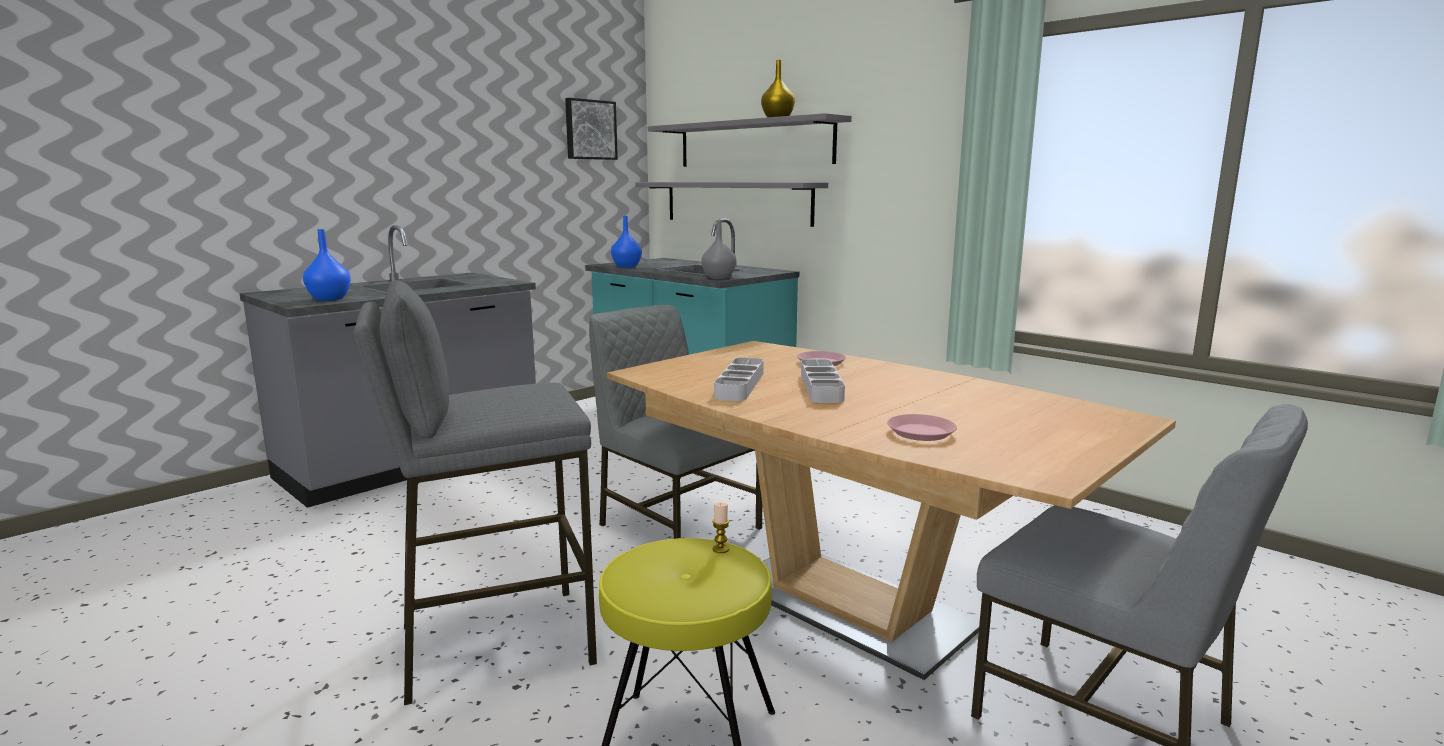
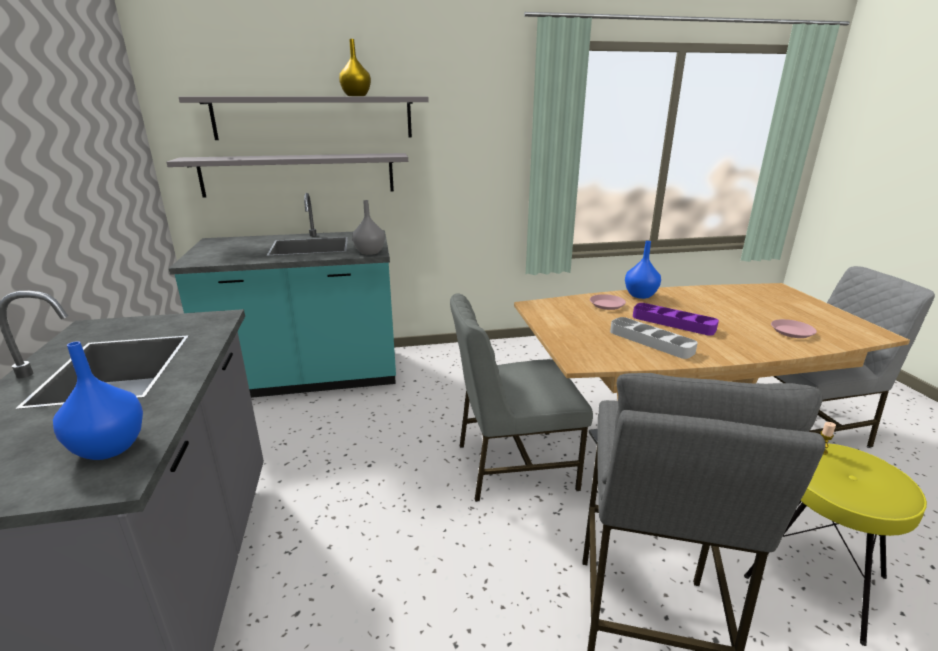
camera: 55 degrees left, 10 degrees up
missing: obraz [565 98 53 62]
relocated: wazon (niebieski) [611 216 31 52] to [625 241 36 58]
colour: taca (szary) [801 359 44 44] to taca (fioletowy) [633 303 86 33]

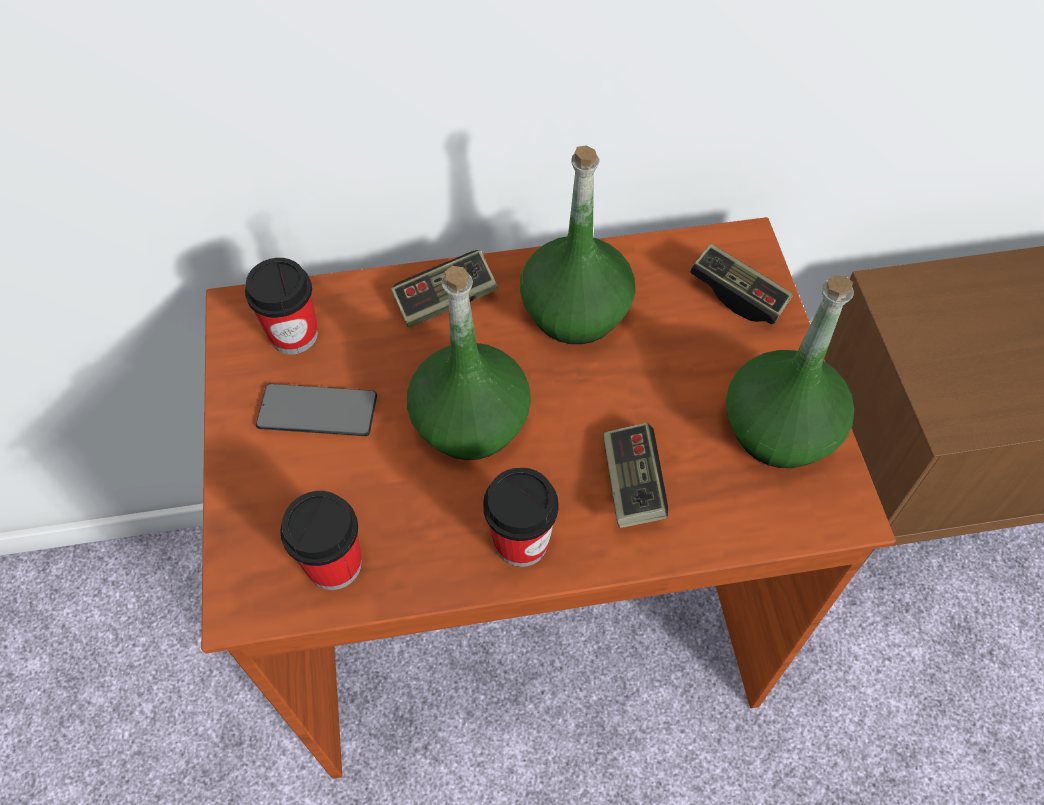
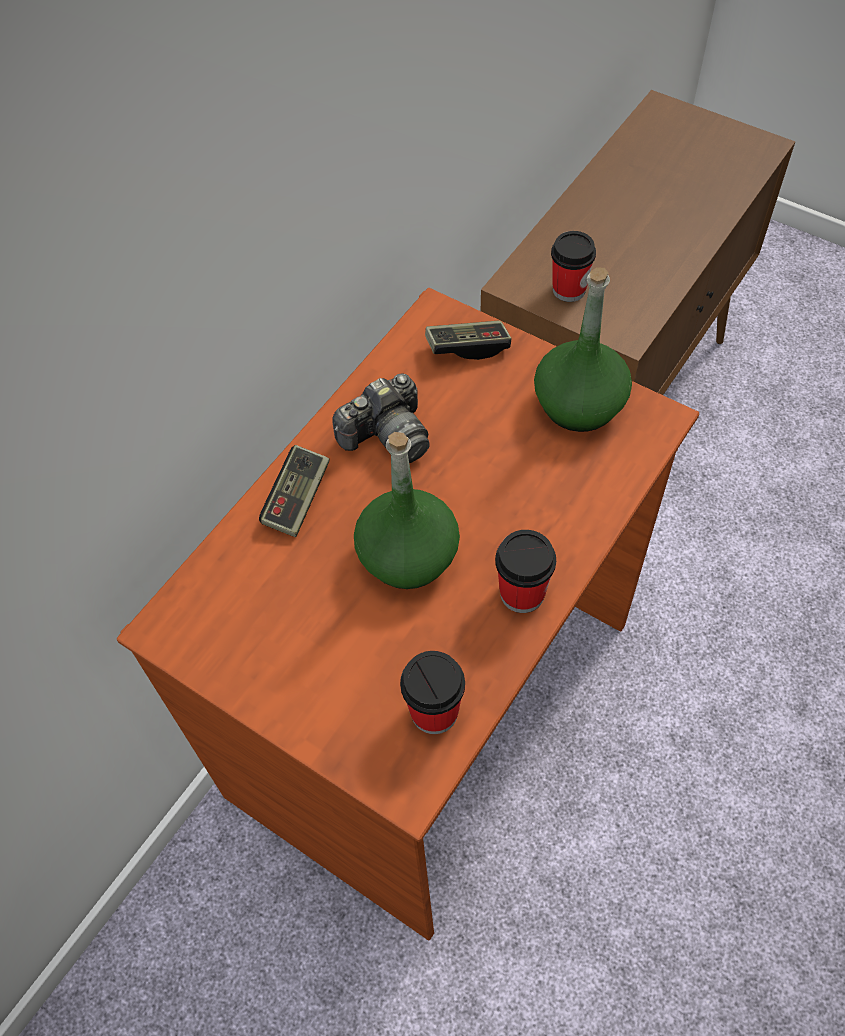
camera: 45 degrees left, 0 degrees up
missing: telefon [256 384 121 52]; pad do gier [603 423 65 105]
relocated: filiżanka [245 258 73 97] to [551 231 45 71]
exchanged: butelka (zielony) [520 145 115 199] to aparat fotograficzny [332 374 97 89]

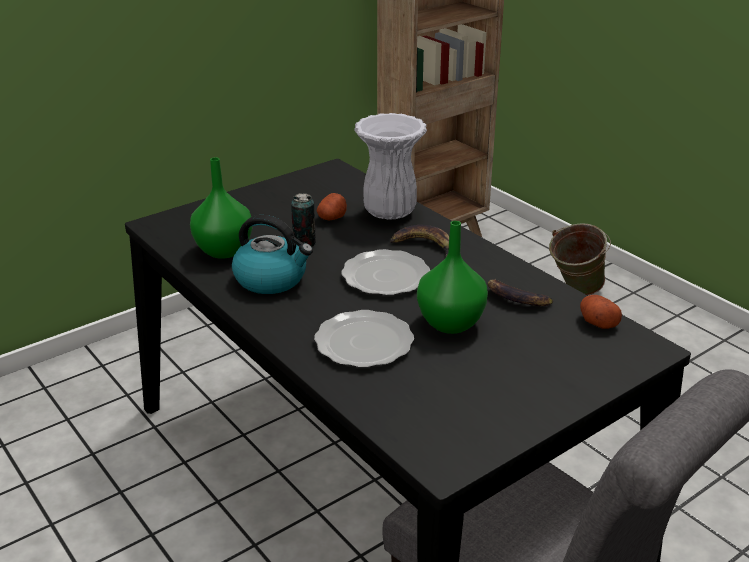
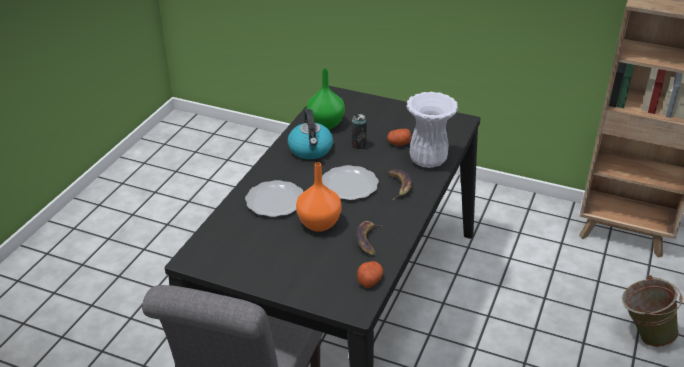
camera: 60 degrees right, 5 degrees up
colour: wazon (zielony) [417 221 71 113] to wazon (pomarańczowy) [296 162 46 70]

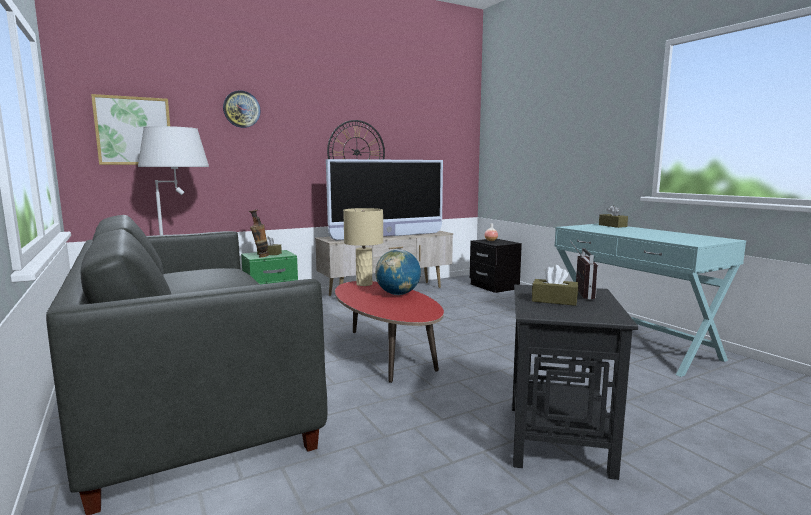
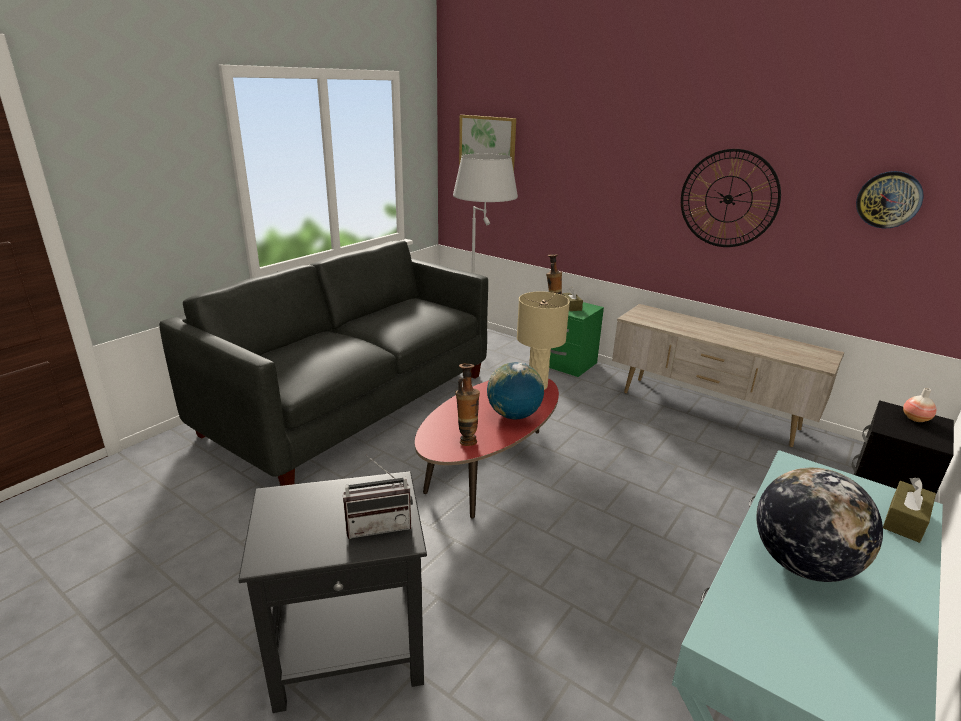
camera: 65 degrees right, 15 degrees up
missing: telewizor [326 159 117 81]; pudełko chusteczek (brązowy) [532 265 46 41]
appeared: wazon [455 363 25 83]; globus [756 468 127 114]
relocated: zegar ścienny [223 90 38 38] to [856 171 68 57]

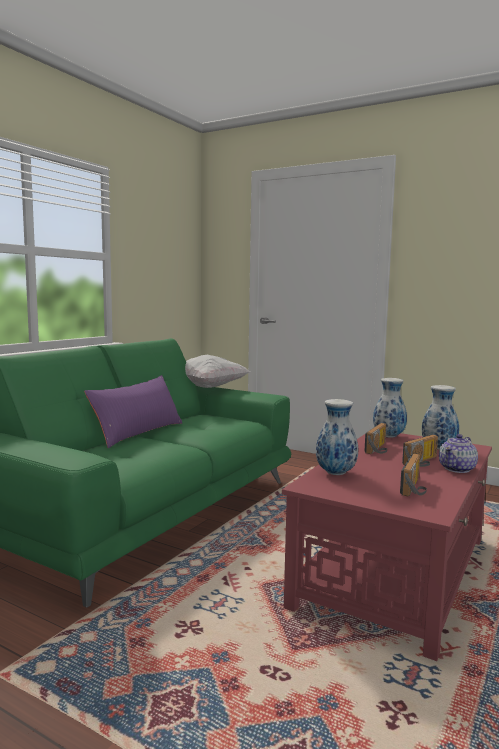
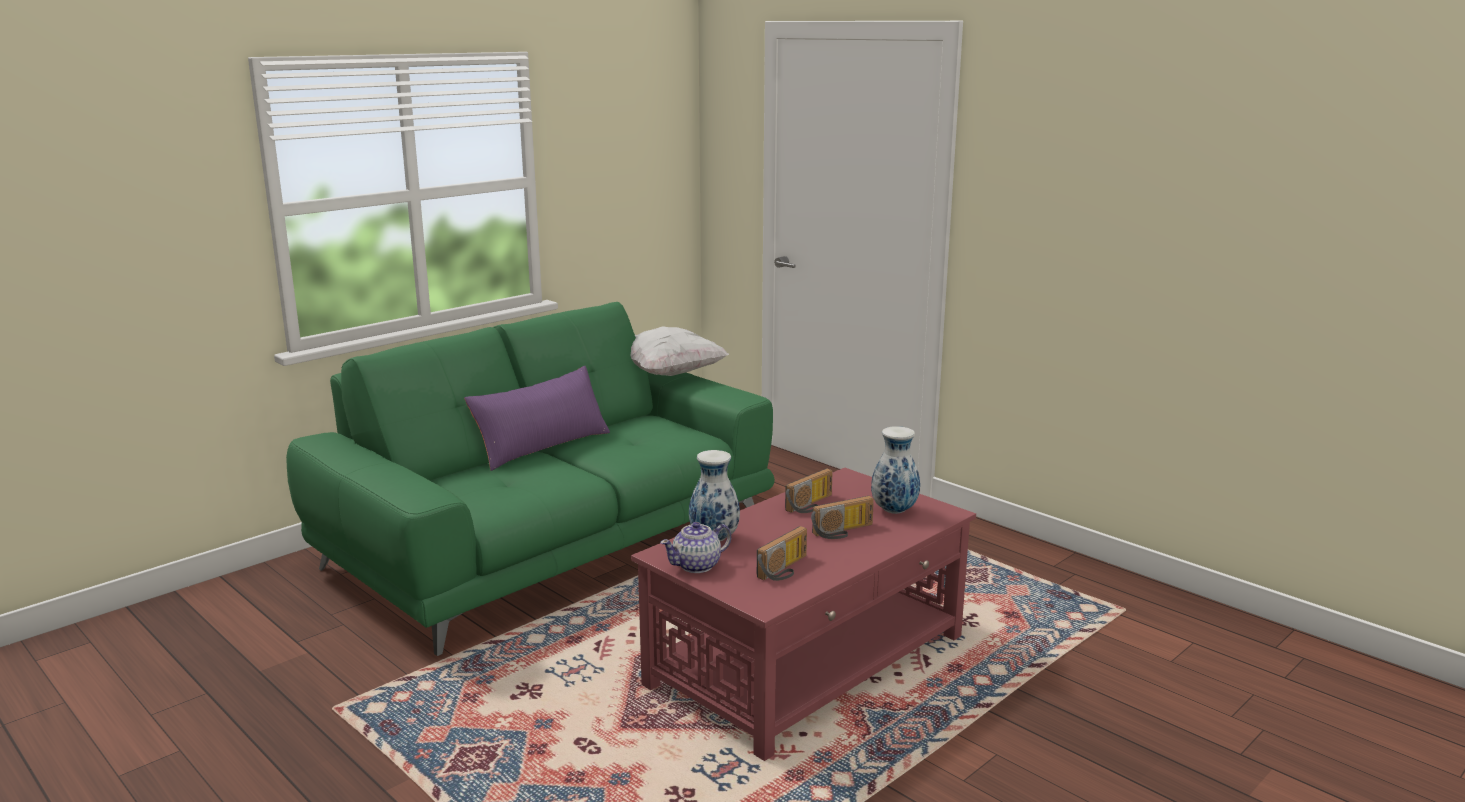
camera: 15 degrees right, 10 degrees up
missing: wazon [373 378 34 60]
relocated: imbryk [439 434 39 39] to [660 522 71 51]

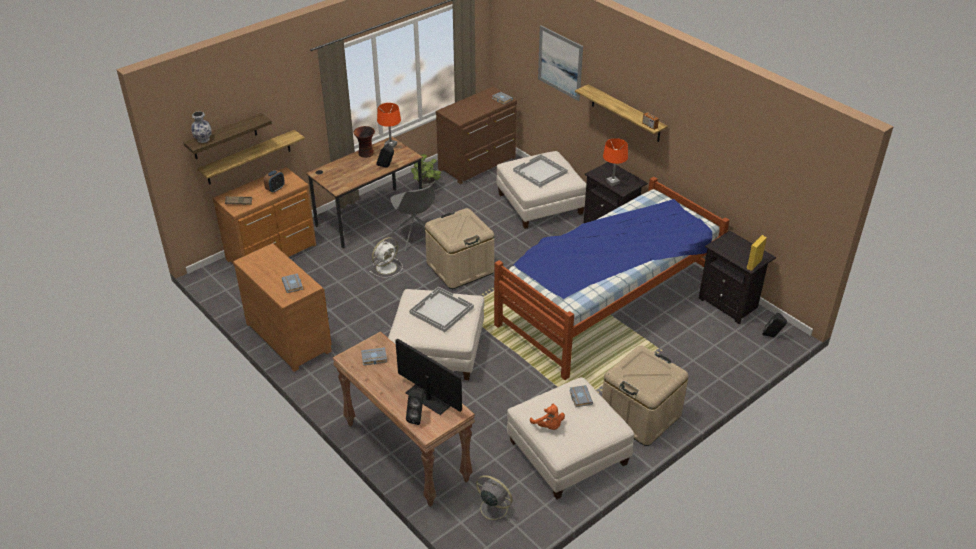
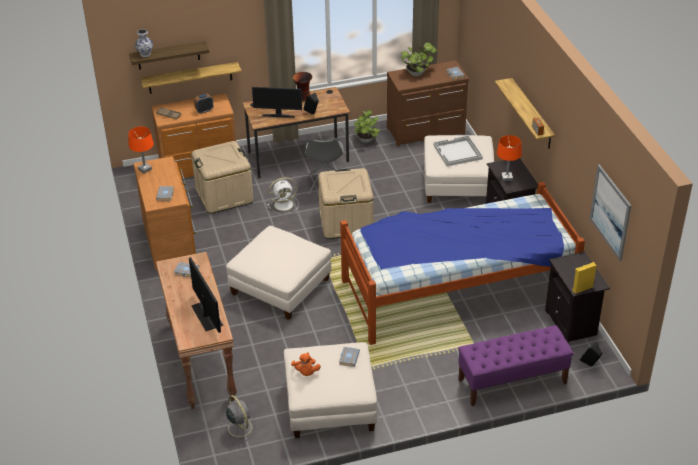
camera: 25 degrees right, 0 degrees up
missing: głośnik (czarny) [406 388 18 37]; taca (biały) [409 286 65 46]
appeared: monitor [252 87 50 31]; roślina doniczkowa [401 42 36 34]; ławka (fioletowy) [458 325 116 81]
relocated: lampa stołowa (pomarańczowy) [377 103 24 46] to [128 127 26 46]; obraz [538 25 45 76] to [590 164 41 97]; pojemnik do przechowywania (beżowy) [602 345 87 101] to [191 141 62 73]

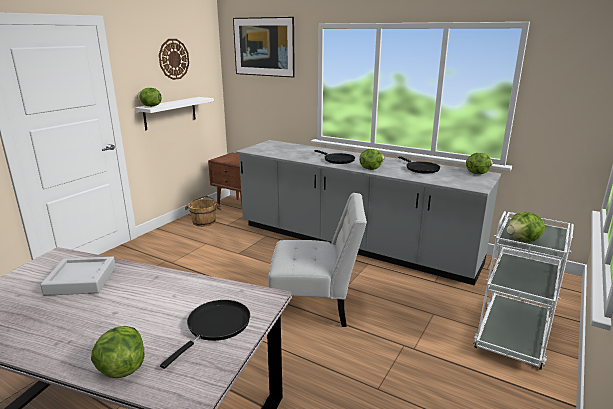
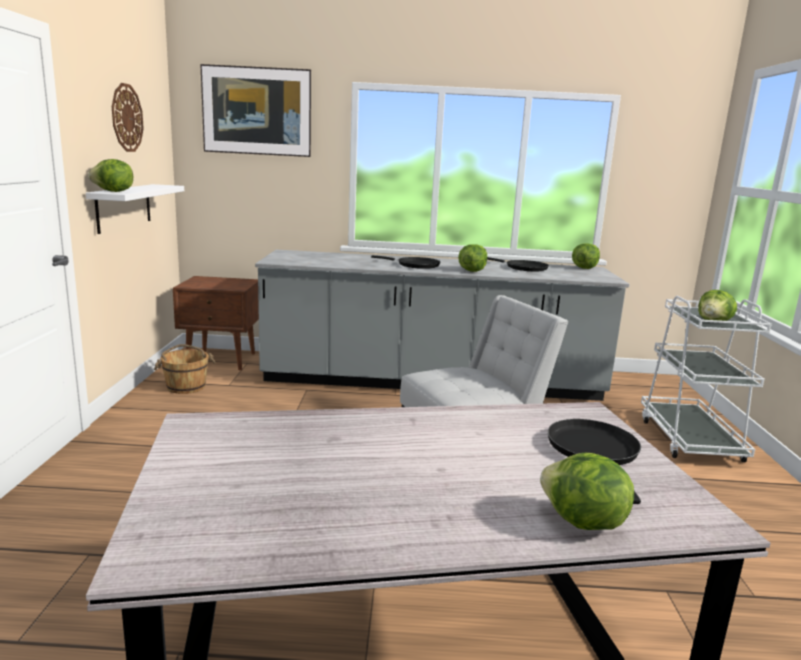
camera: 30 degrees left, 5 degrees down
missing: taca (szary) [40 257 76 39]

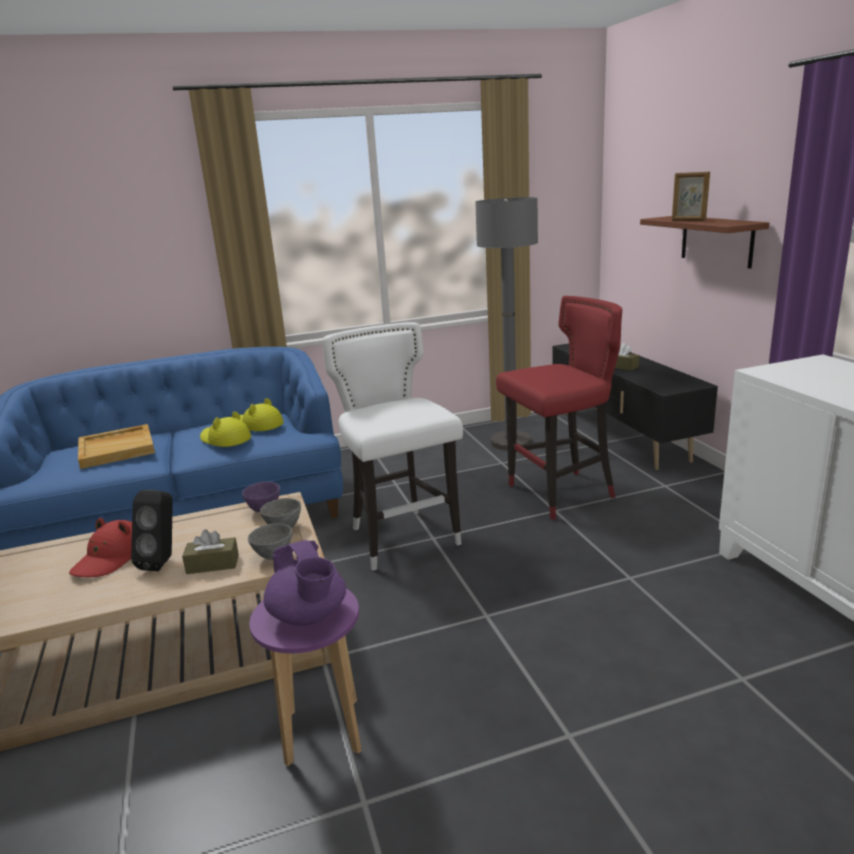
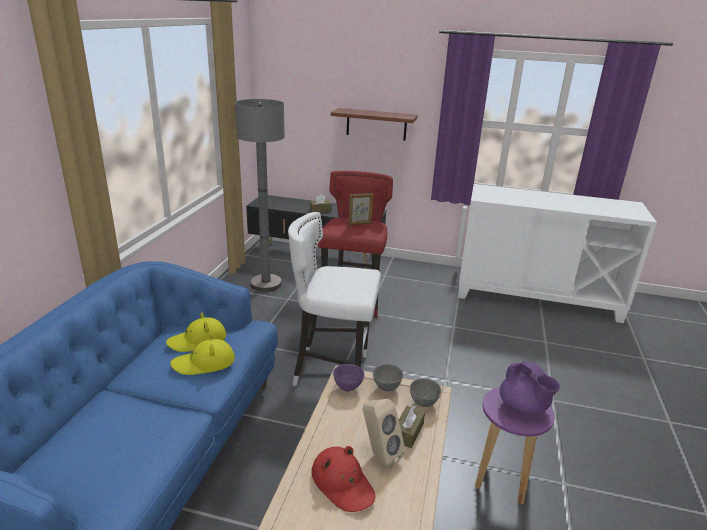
camera: 60 degrees left, 5 degrees up
missing: taca (beżowy) [78 424 77 45]
relocated: ramka na zdjęcie [672 172 38 49] to [348 193 25 32]
colour: głośnik (czarny) [131 490 42 81] to głośnik (beżowy) [363 399 42 69]
spun: imbryk (fioletowy) [263 540 83 86] = [500 361 60 54] 60 degrees clockwise

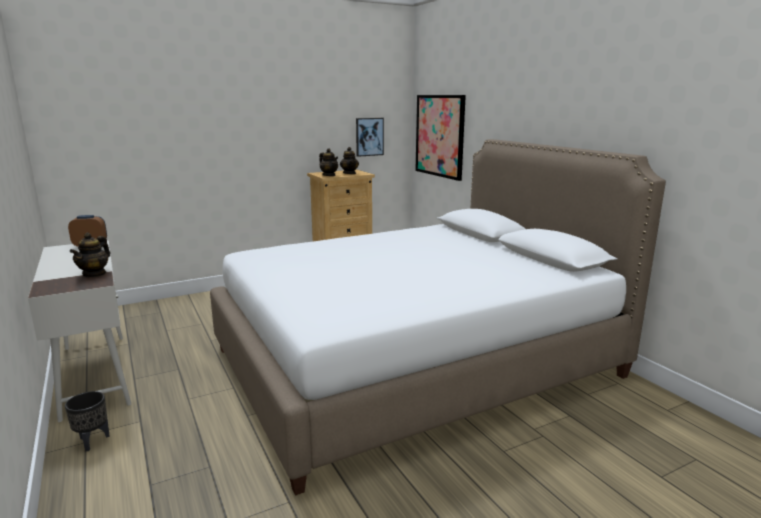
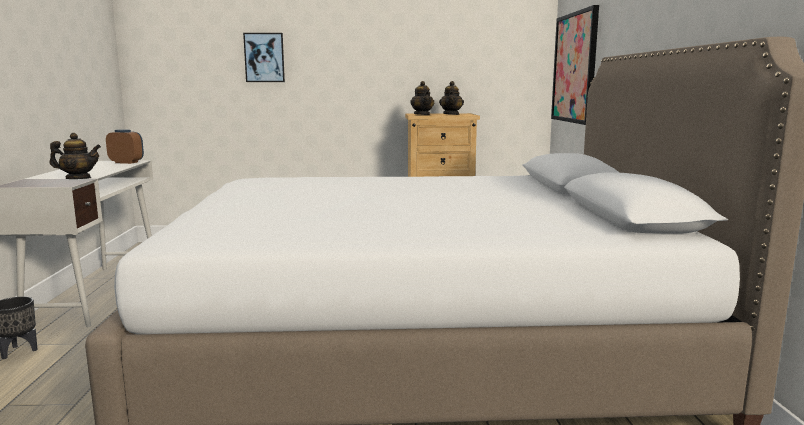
camera: 25 degrees right, 5 degrees down
relocated: obraz [356 118 28 39] to [243 33 42 49]
spun: imbryk [70 232 40 45] = [50 133 51 46] 135 degrees counterclockwise

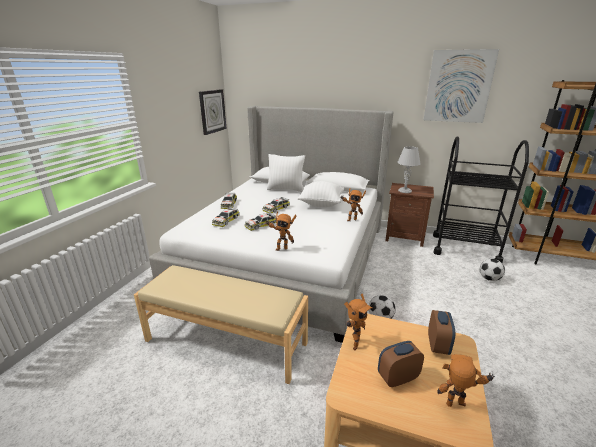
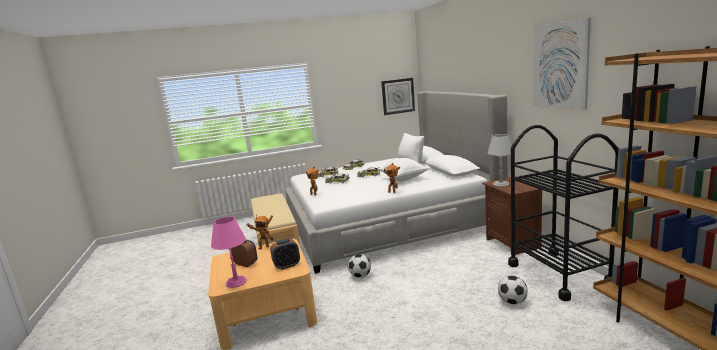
camera: 55 degrees right, 10 degrees down
exchanged: robot zabawkowy [437 354 58 53] to lampa stołowa (różowy) [211 217 36 71]

